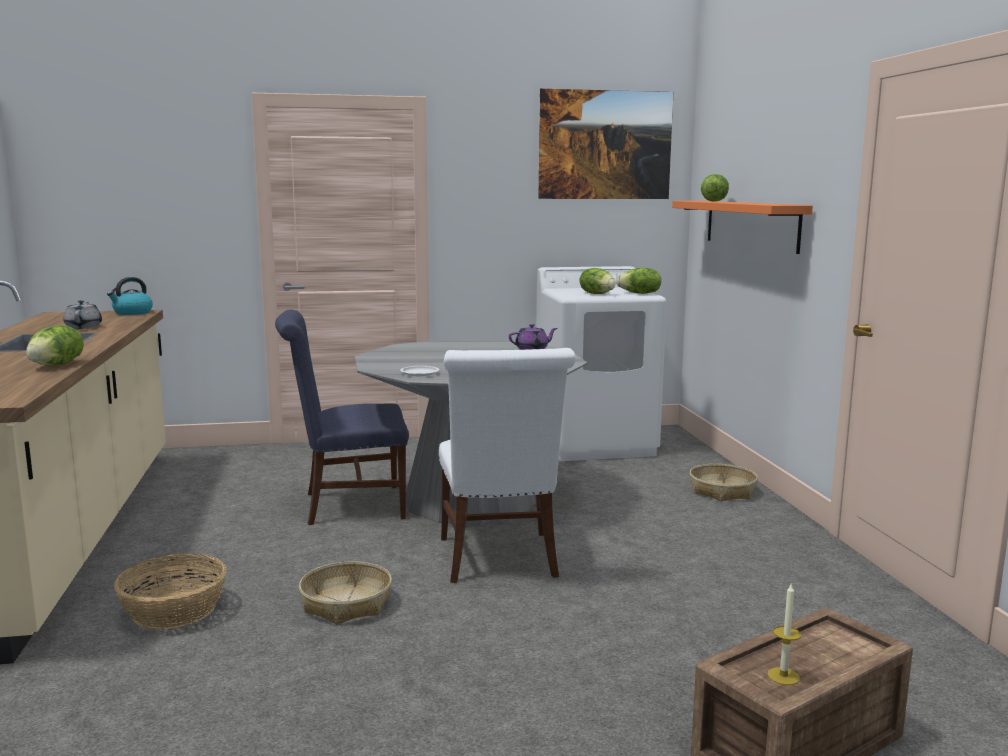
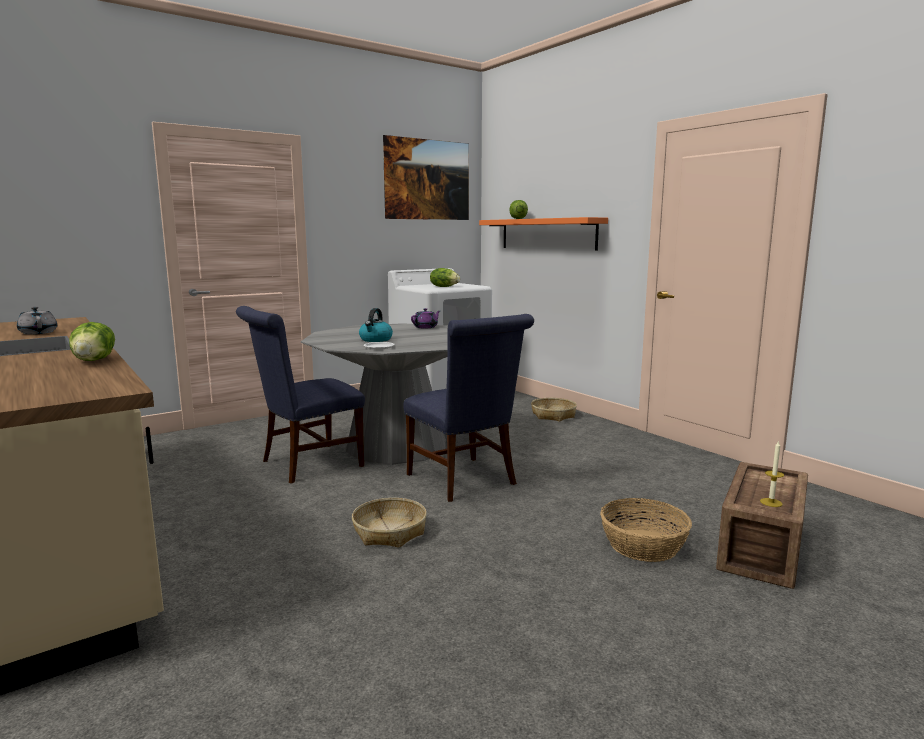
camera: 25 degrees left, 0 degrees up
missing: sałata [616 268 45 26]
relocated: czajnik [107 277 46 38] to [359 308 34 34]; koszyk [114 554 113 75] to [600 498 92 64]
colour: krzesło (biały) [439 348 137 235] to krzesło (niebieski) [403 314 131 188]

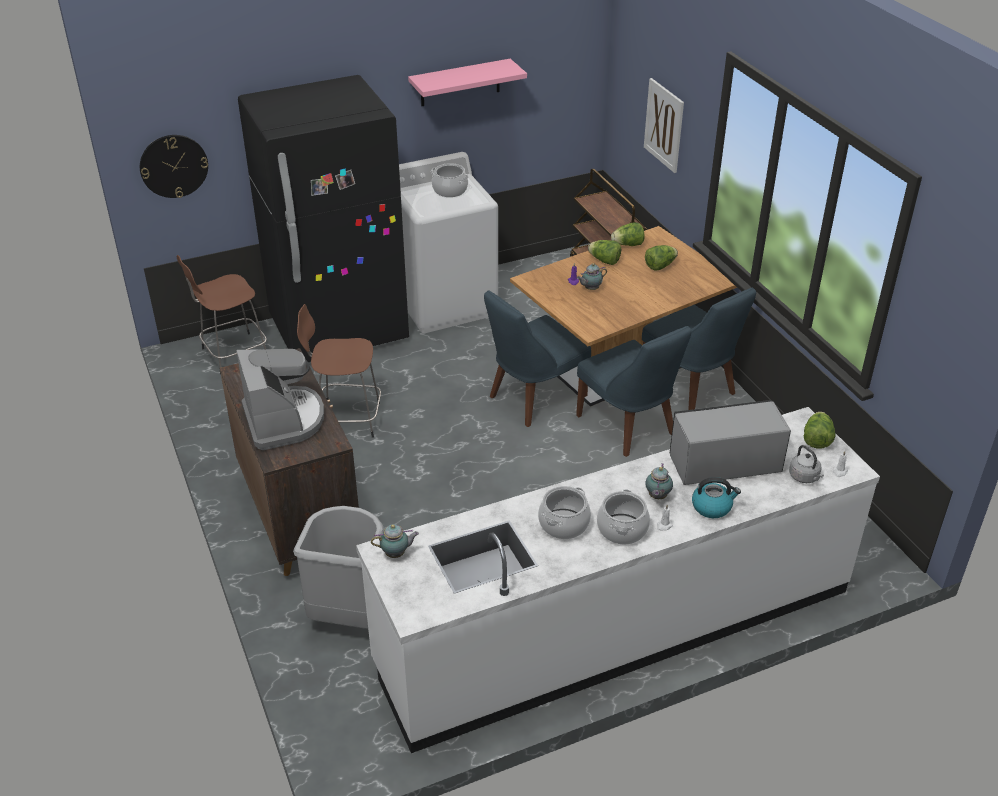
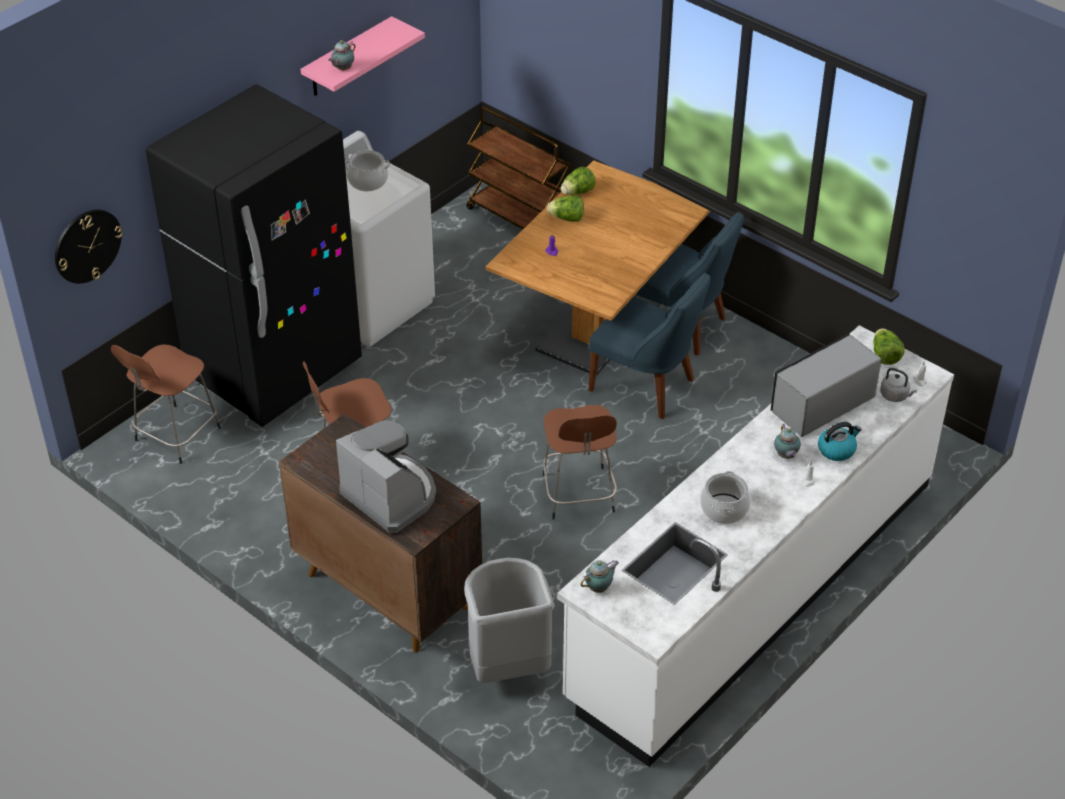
camera: 25 degrees left, 5 degrees up
missing: krzesło (niebieski) [484 291 107 136]; garnek [597 489 53 56]; obraz [644 78 40 95]; sałata [645 245 33 26]
appeared: stołek (brązowy) [543 405 74 114]
relocated: imbryk [577 263 30 27] to [328 40 28 30]

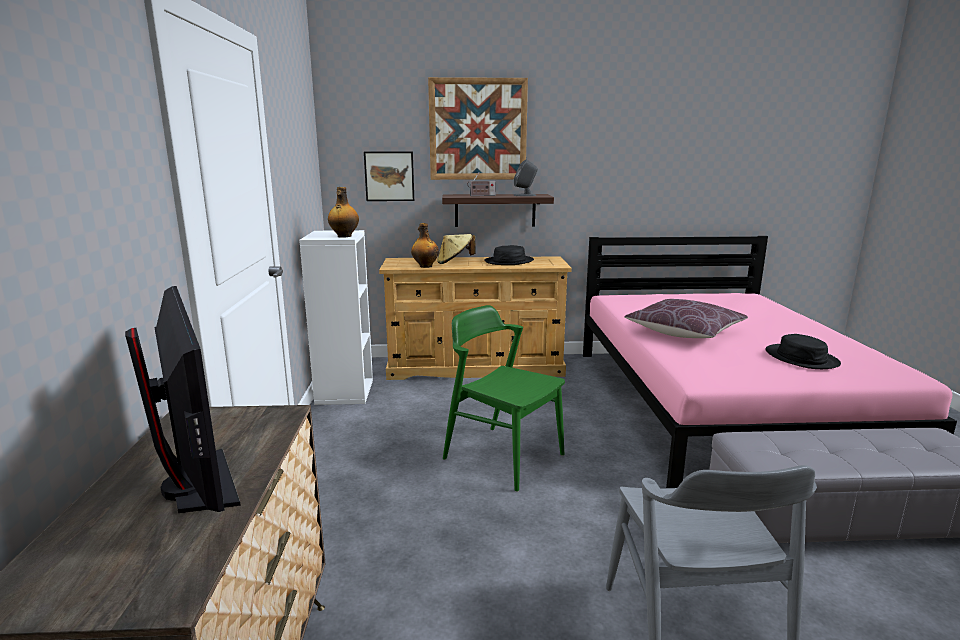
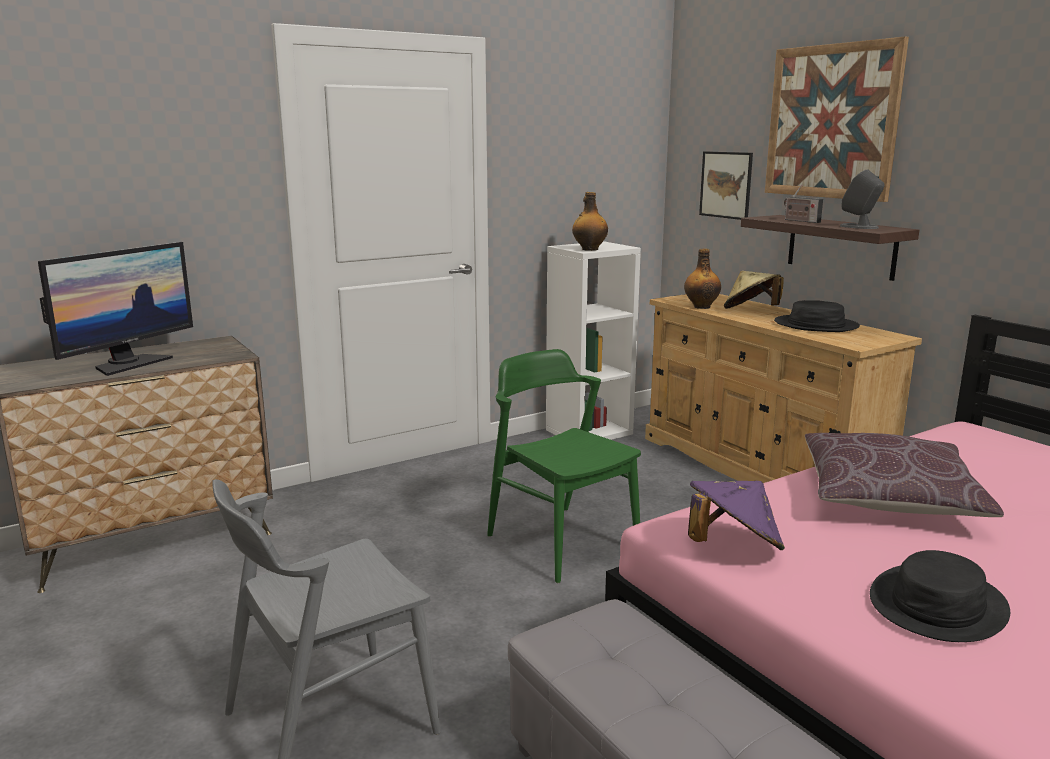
camera: 60 degrees right, 0 degrees up
appeared: kapelusz (fioletowy) [688 481 97 69]
spun: krzesło (zielony) [443 305 122 187] = [487 349 154 234] 45 degrees counterclockwise

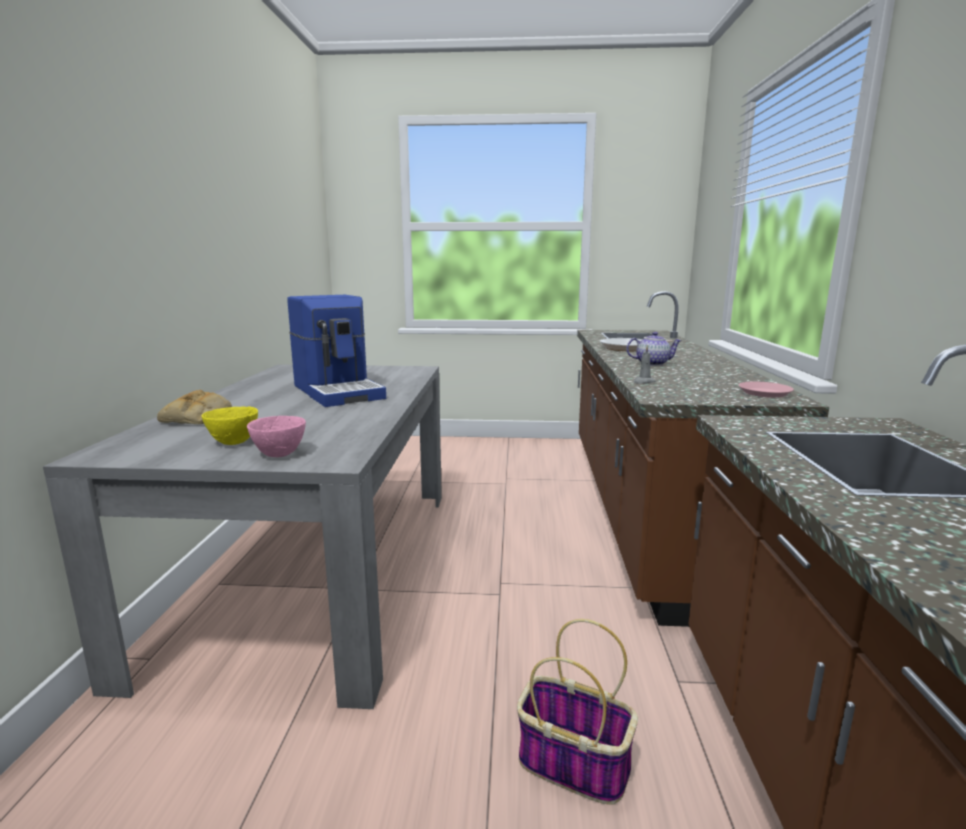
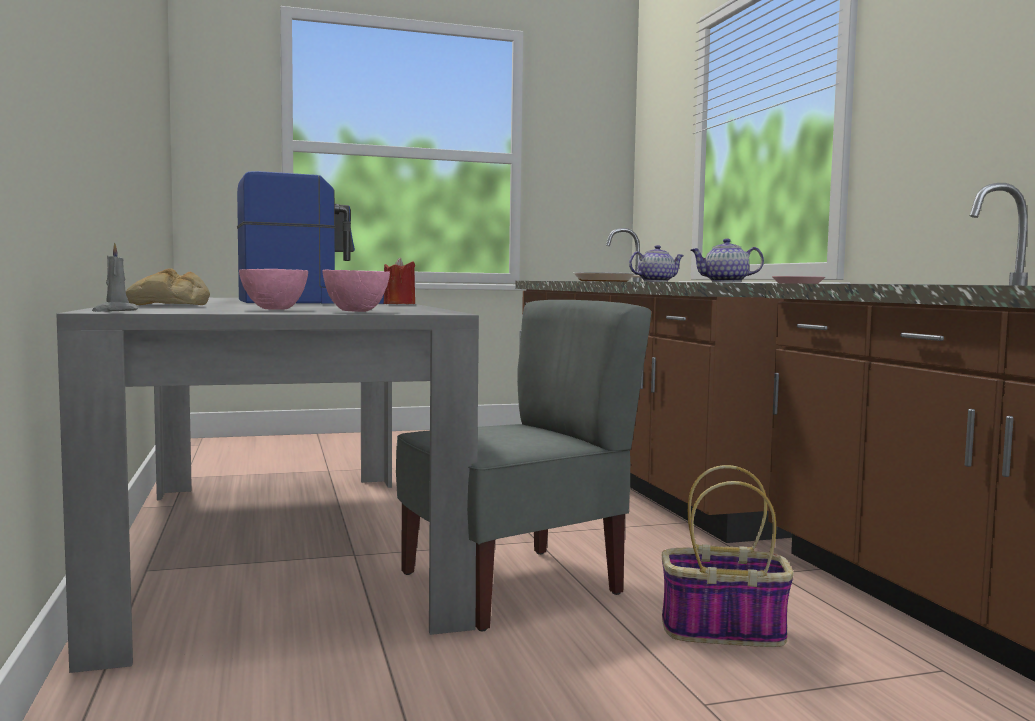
camera: 20 degrees left, 10 degrees down
appeared: świeca (czerwony) [384 258 31 46]; krzesło (szary) [396 300 255 331]; imbryk [691 239 73 43]
relocated: świeca (szary) [634 345 21 39] to [92 242 46 70]
colour: miska (żółty) [201 407 57 38] to miska (różowy) [239 269 69 41]
spun: ekspres do kawy [287 295 99 112] = [237 171 147 133] 60 degrees counterclockwise

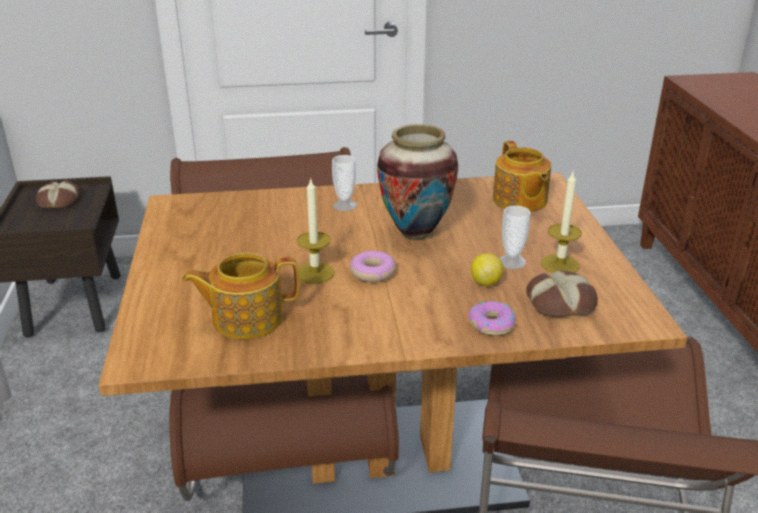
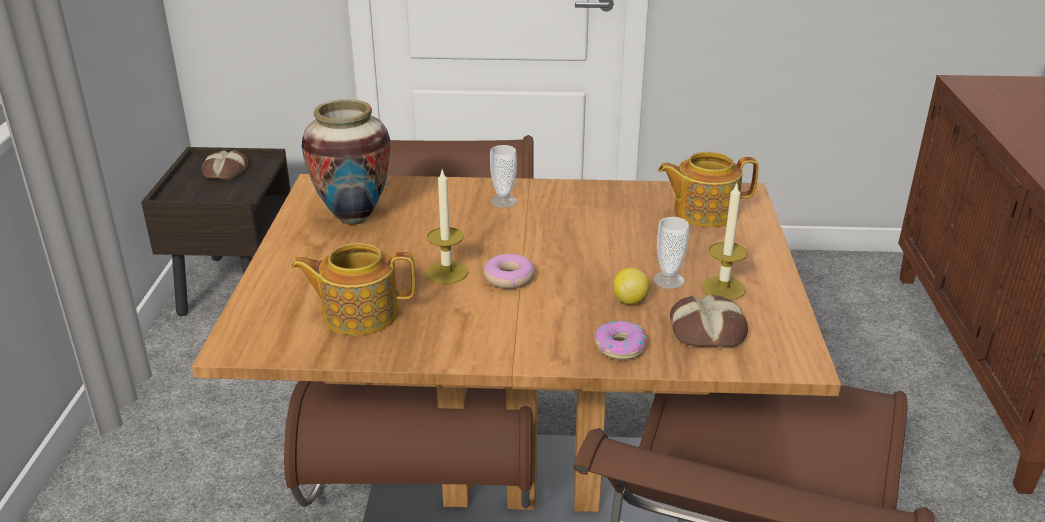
camera: 10 degrees right, 0 degrees up
relocated: wazon [377 124 81 116] to [301 99 89 126]
spun: imbryk [493 141 58 71] = [658 152 101 75] 90 degrees clockwise

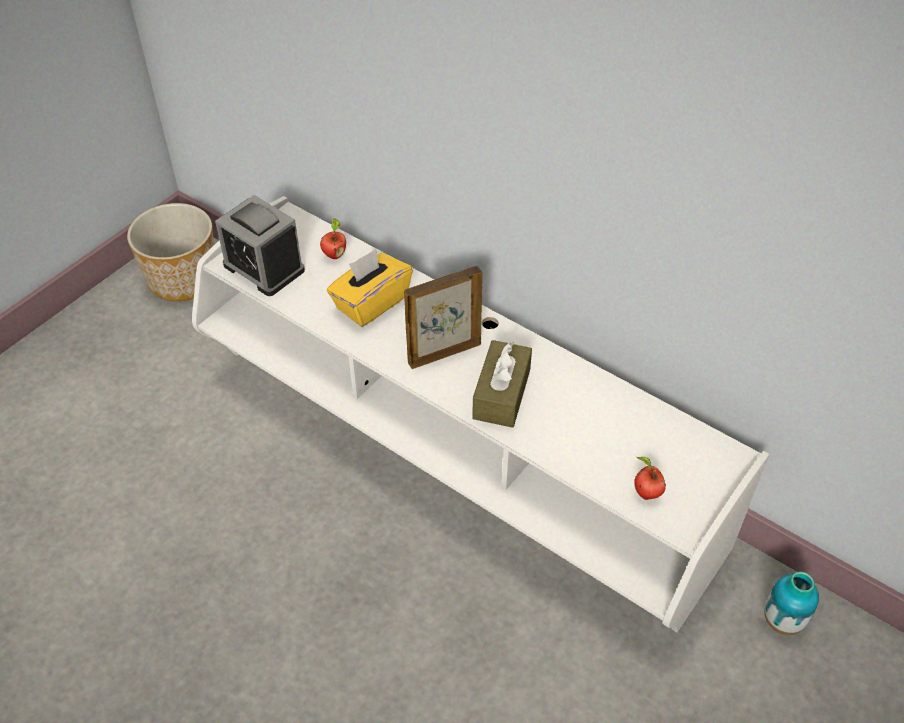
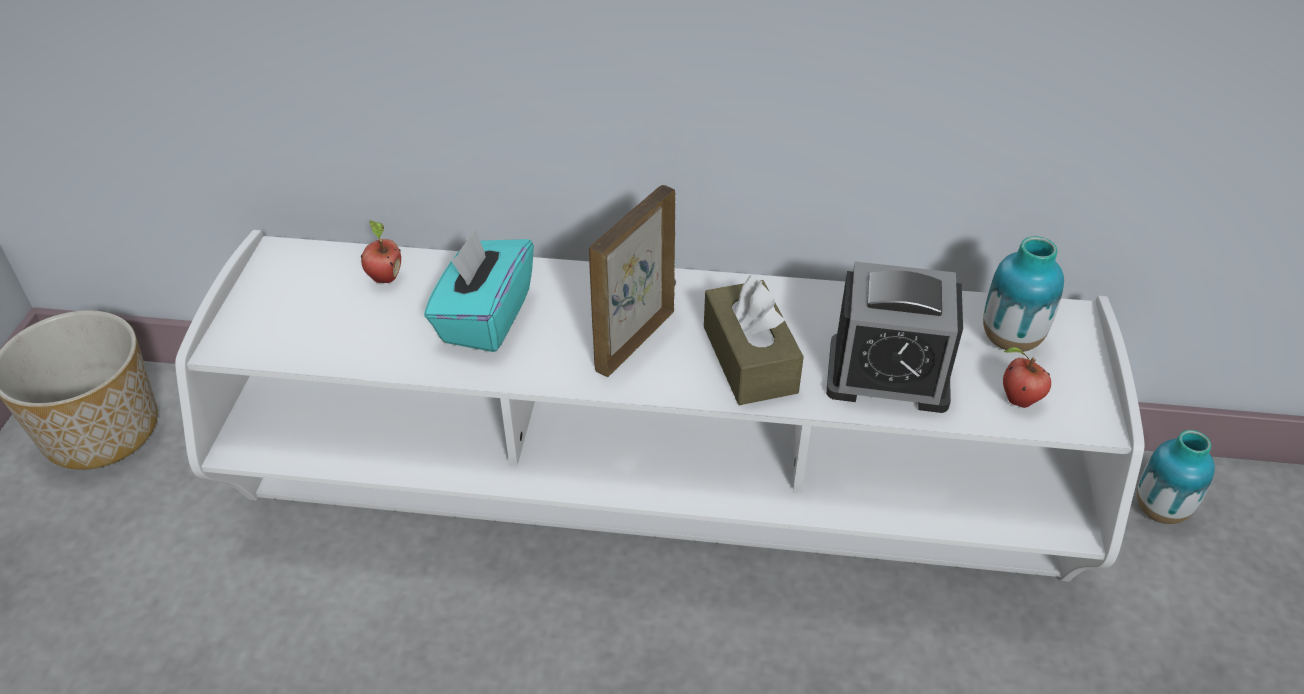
camera: 30 degrees left, 5 degrees down
appeared: wazon [983 236 81 116]
relocated: budzik [215 195 90 101] to [826 261 137 152]
colour: pudełko chusteczek (żółty) [327 249 86 78] to pudełko chusteczek (turkusowy) [424 229 110 123]

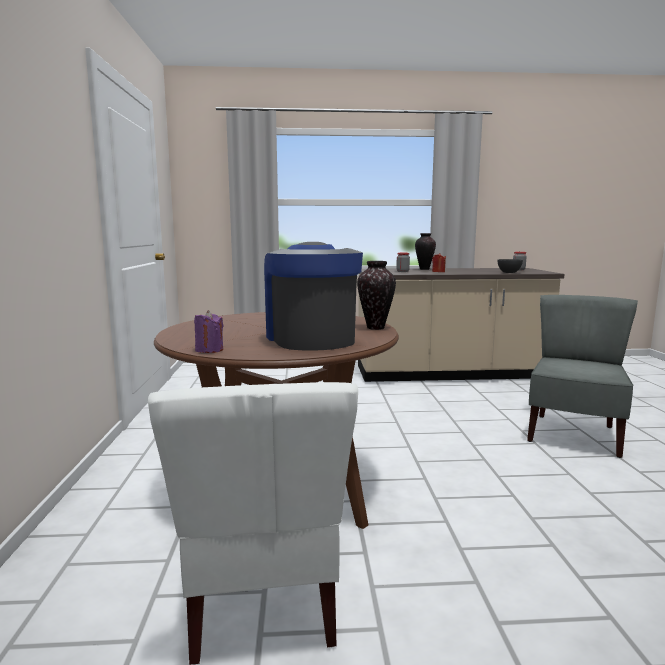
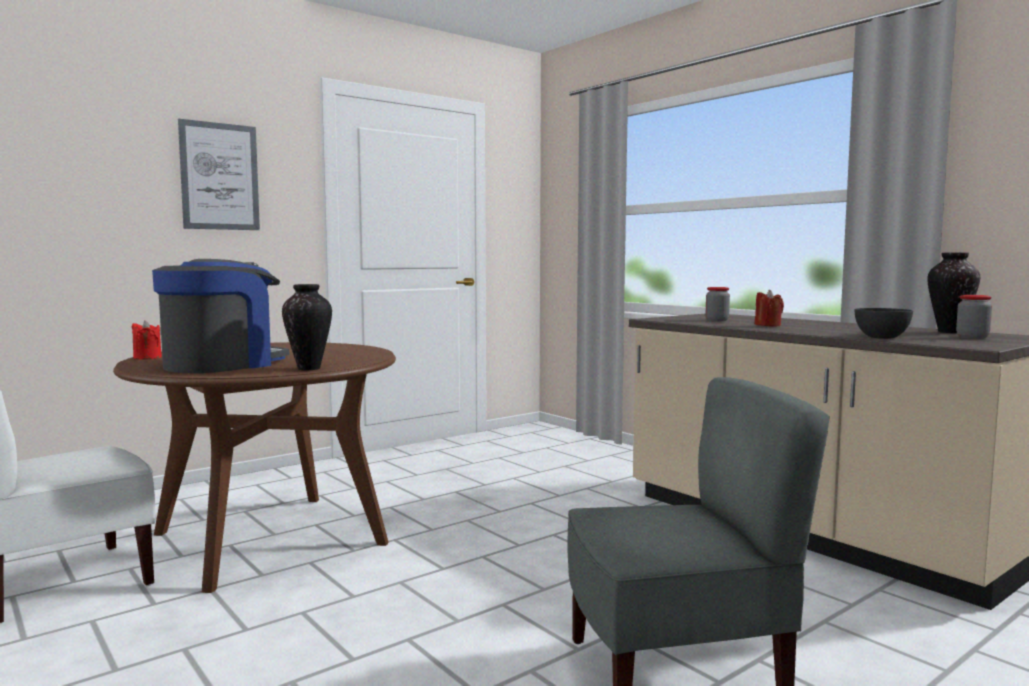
camera: 55 degrees right, 5 degrees down
appeared: obraz [178 119 82 111]
relocated: wazon [415 233 21 37] to [928 253 52 80]
colour: świeca (fioletowy) [194 310 30 43] to świeca (czerwony) [131 320 31 40]

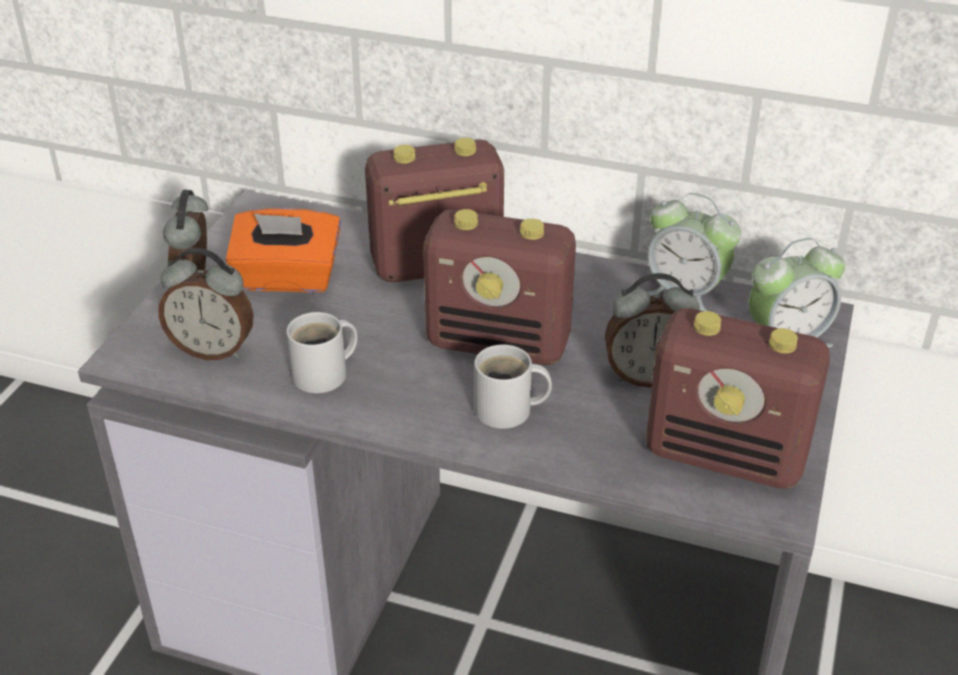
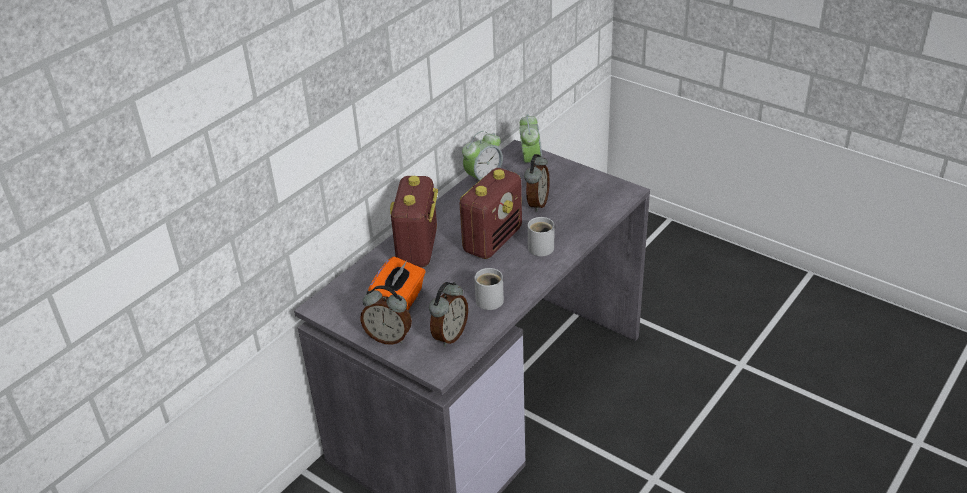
camera: 70 degrees left, 0 degrees up
missing: radio [646 308 184 181]

